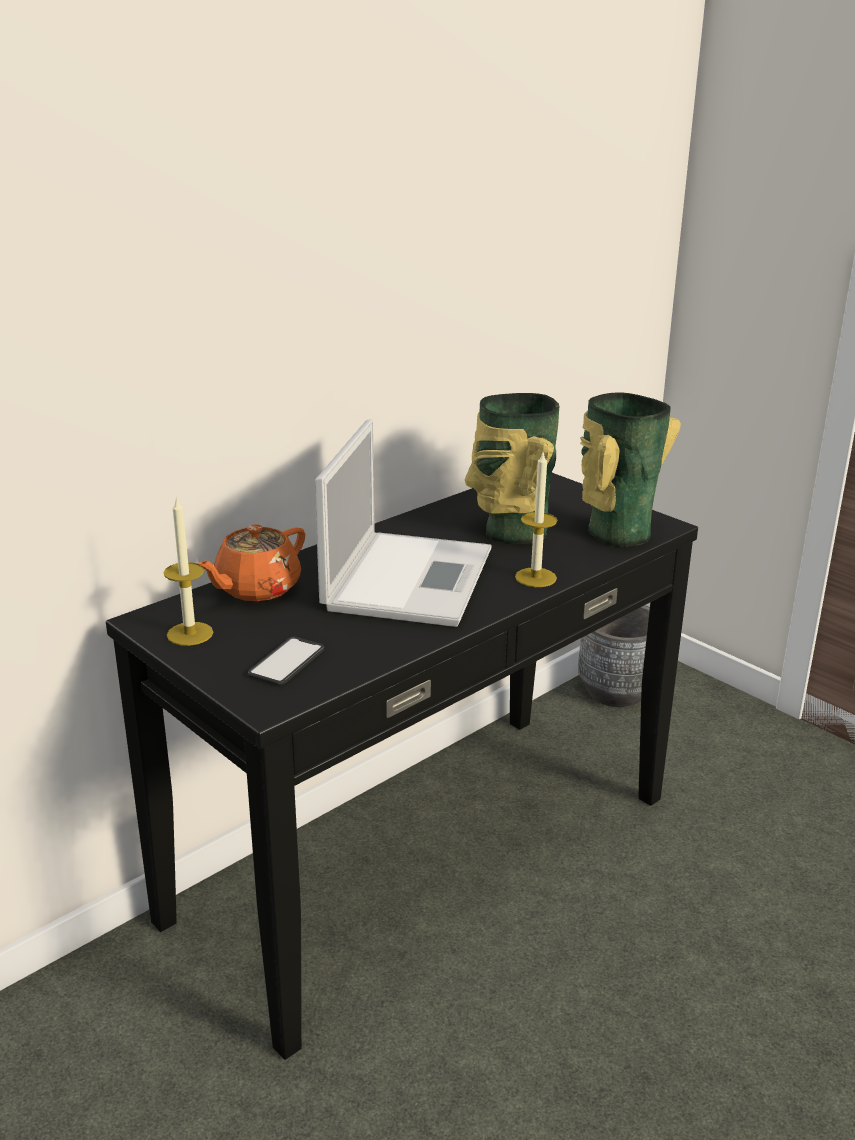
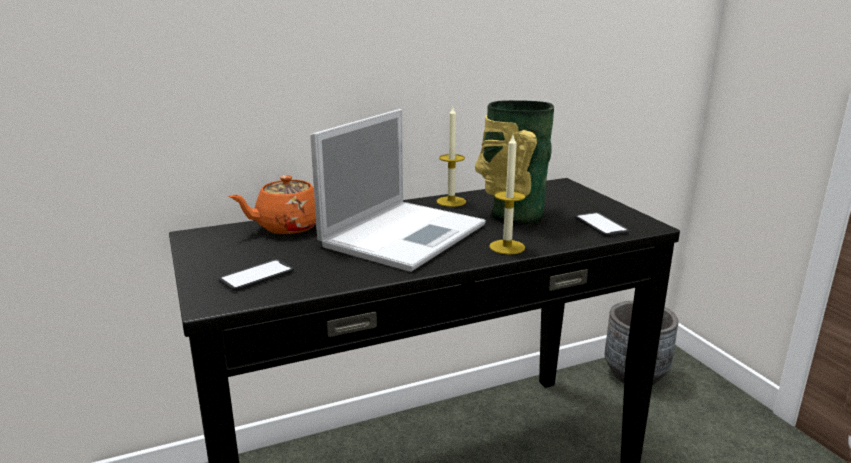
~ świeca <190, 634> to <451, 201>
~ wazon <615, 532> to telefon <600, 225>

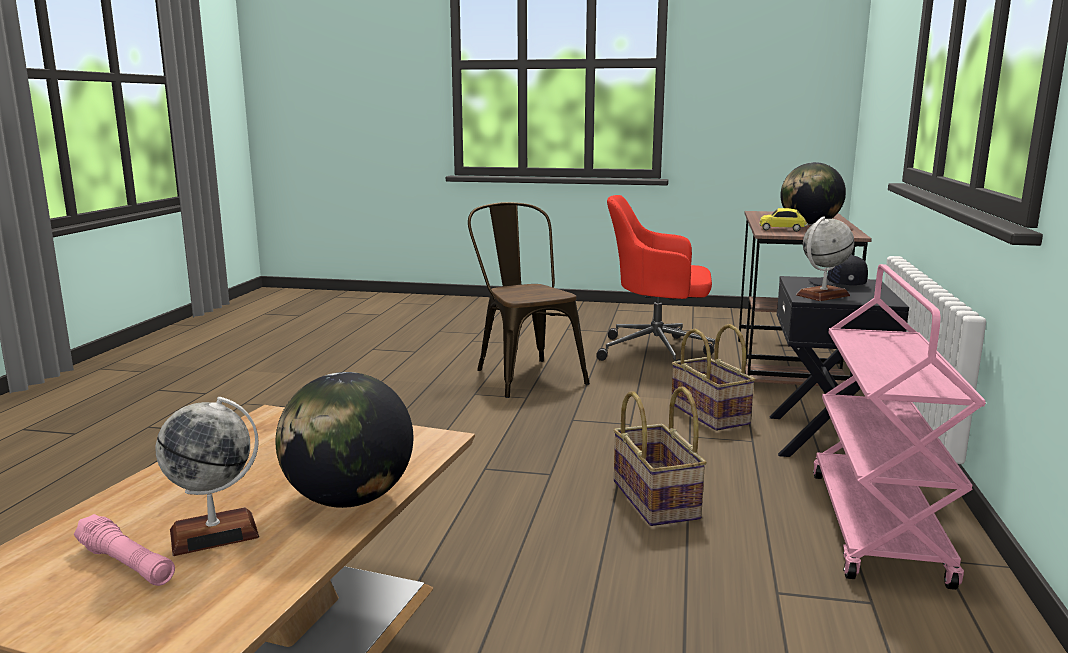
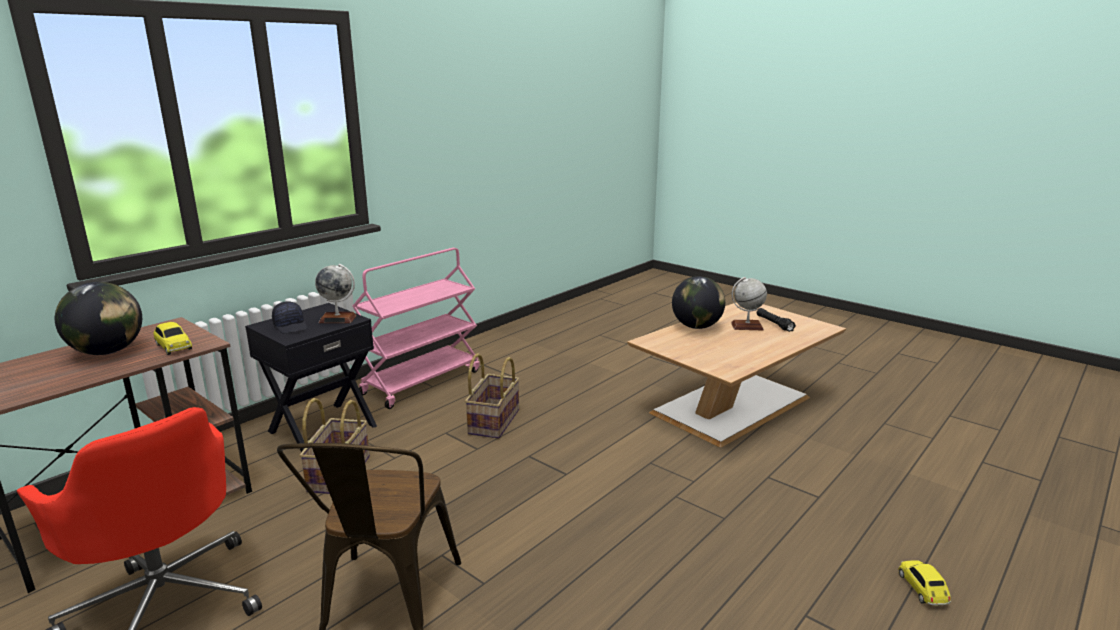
~ latarka/różowy <126, 564> to latarka/czarny <774, 324>
+ samochodzik <922, 590>

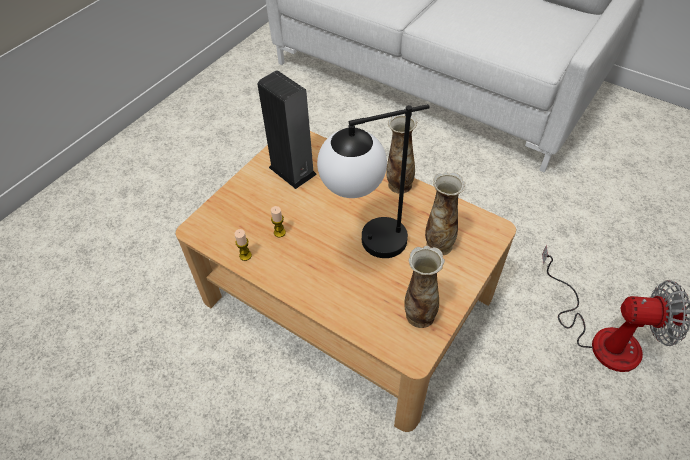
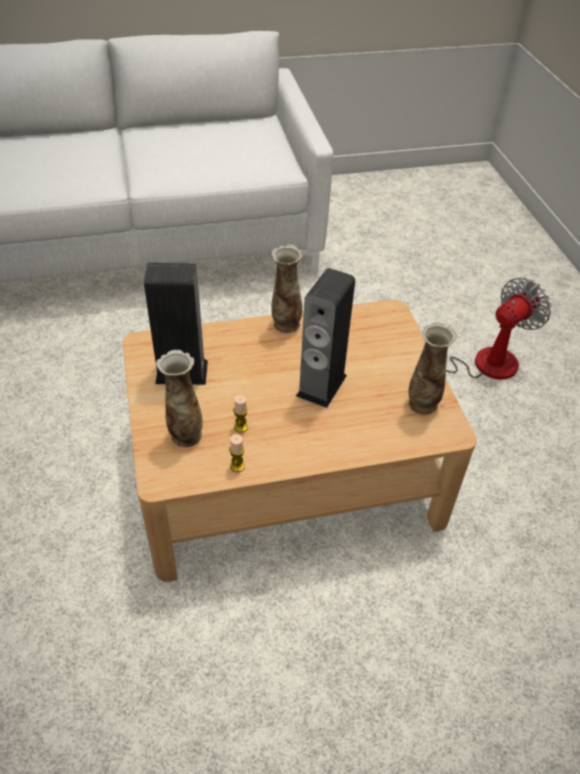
~ wazon <438, 244> to <185, 435>
~ lampa stołowa <366, 245> to głośnik <321, 385>

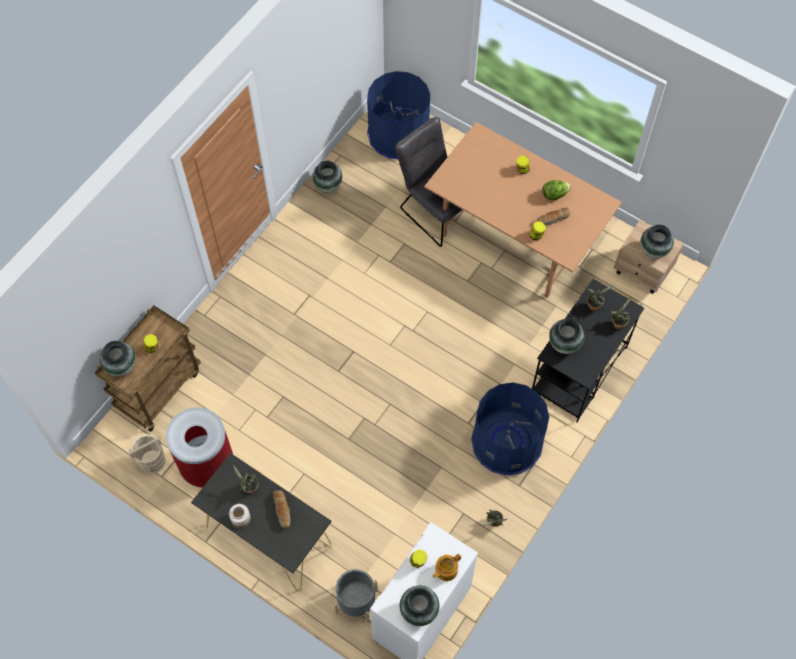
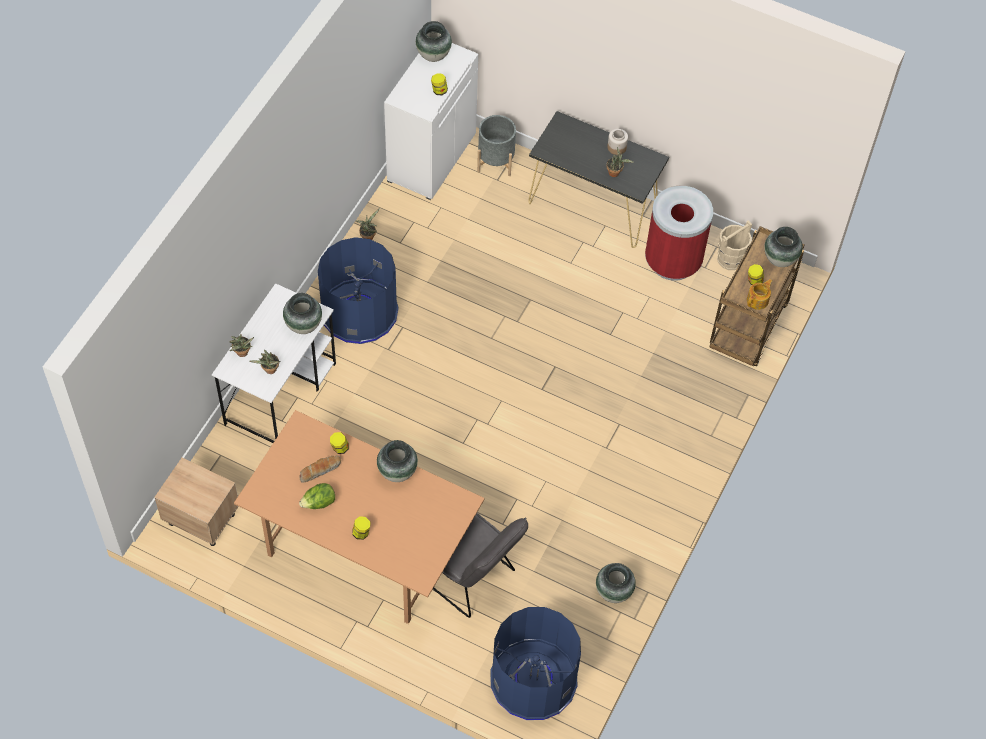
~ biurko/czarny <578, 371> to biurko/biały <281, 393>
~ wazon <653, 250> to <397, 472>
~ imbryk <445, 570> to <758, 300>
- chleb <282, 510>

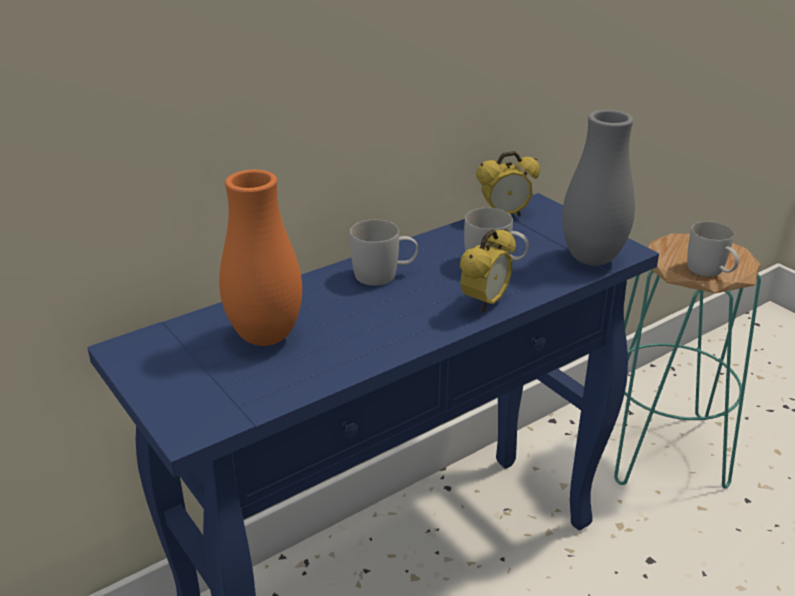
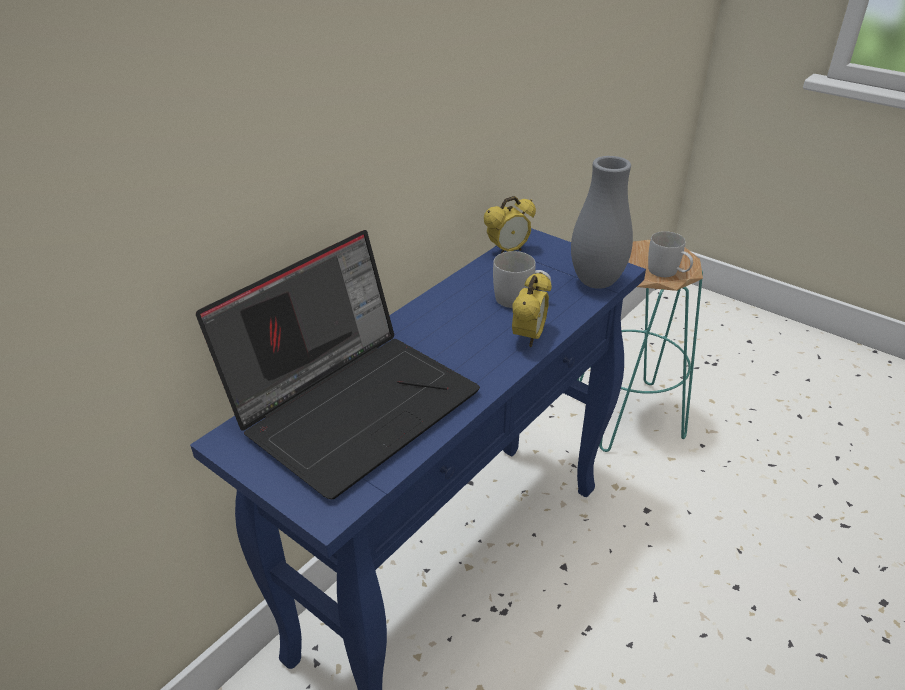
~ wazon/pomarańczowy <265, 336> to laptop <355, 403>
- kubek/biały <384, 275>

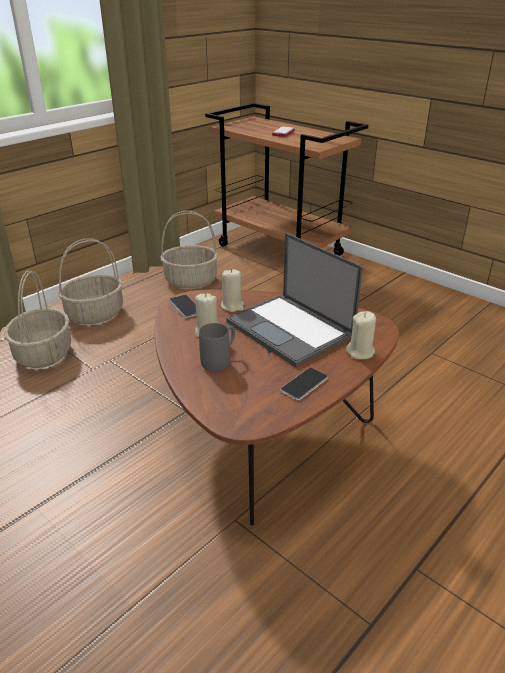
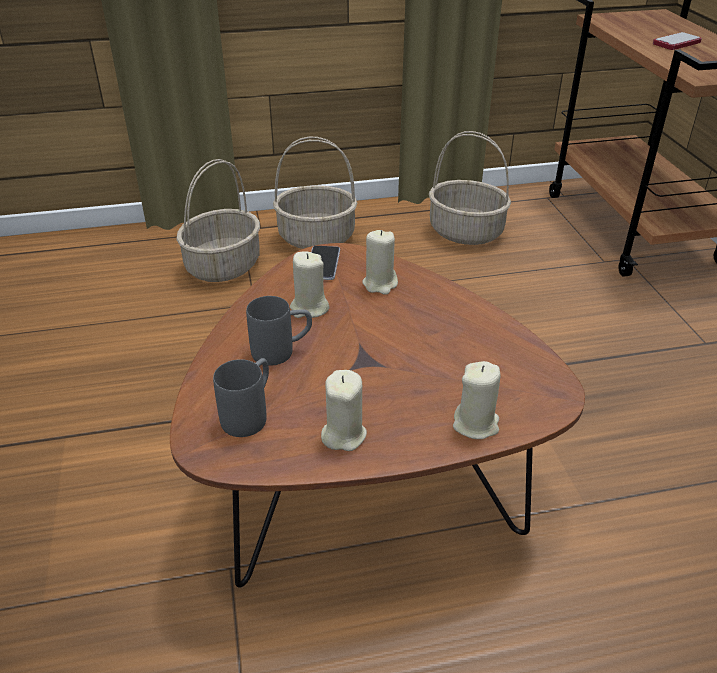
+ kubek/szary <250, 414>
~ telefon <304, 384> to świeca/beżowy <343, 435>
- laptop <291, 329>

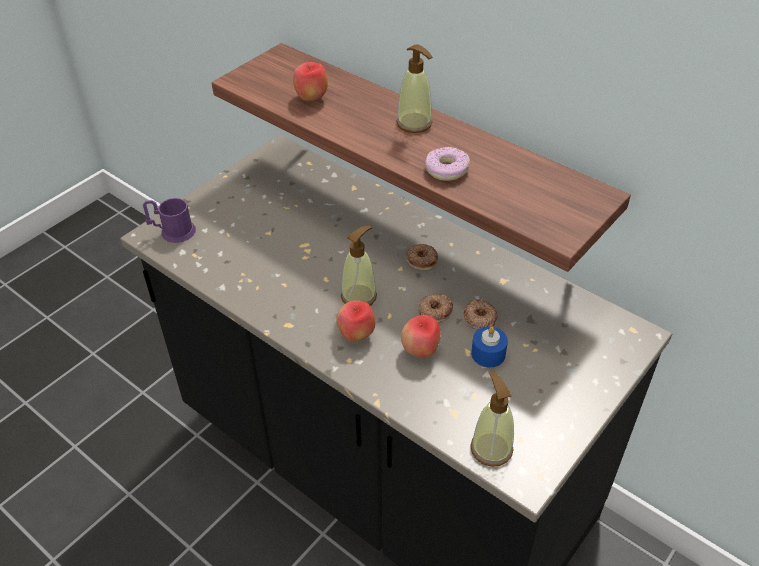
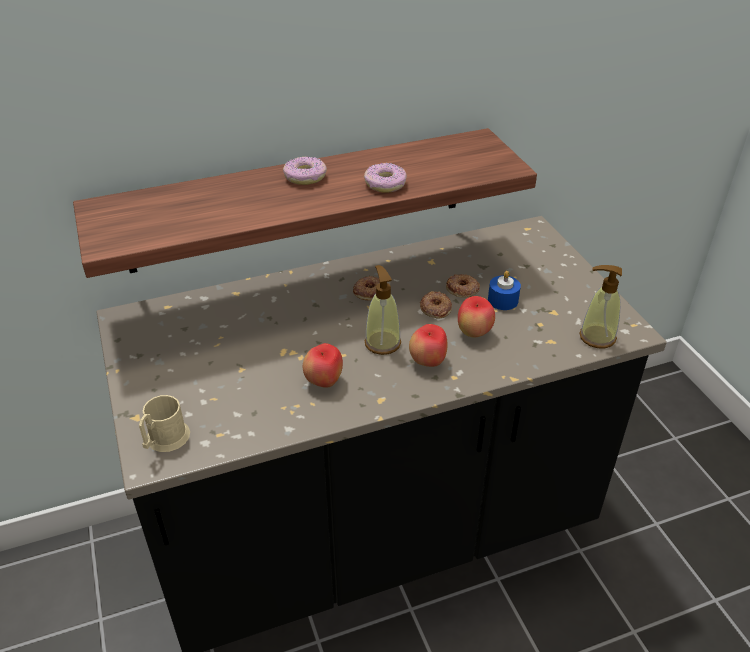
~ kubek/fioletowy <173, 232> to kubek/beżowy <164, 440>
~ dozownik mydła <414, 123> to donut <305, 176>
~ jabłko <311, 98> to <324, 382>

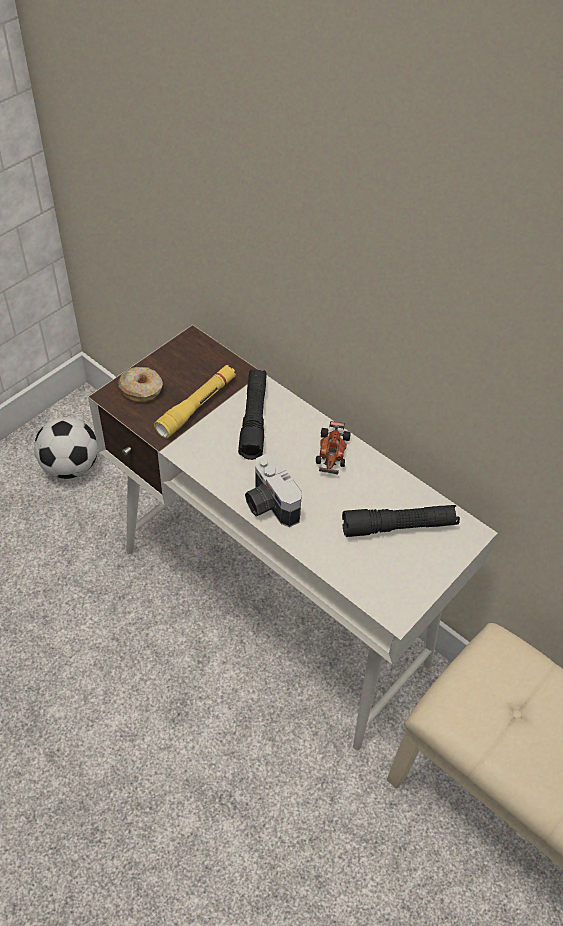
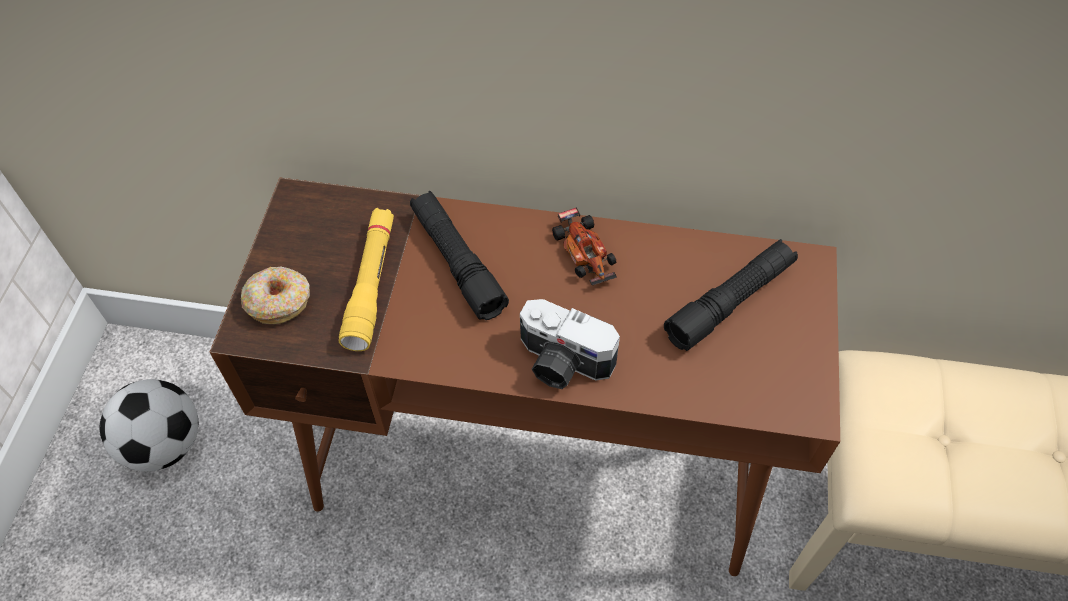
~ biurko/biały <274, 606> to biurko/brązowy <536, 468>

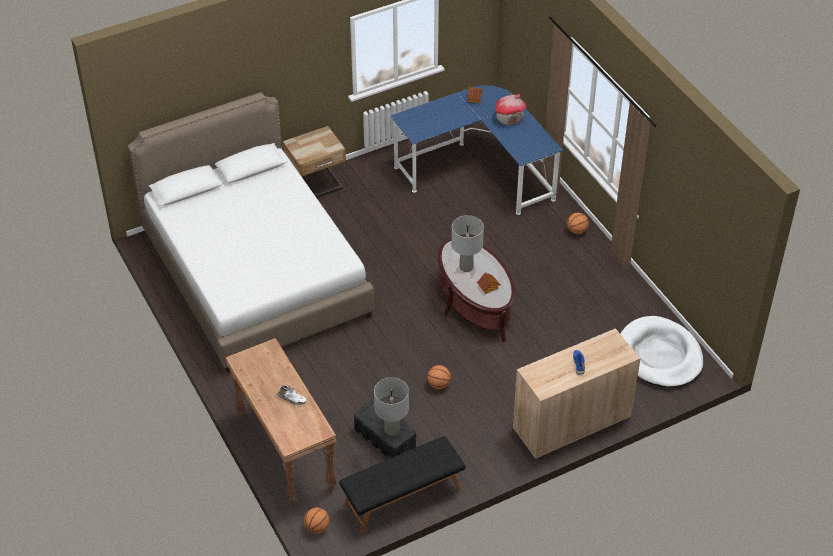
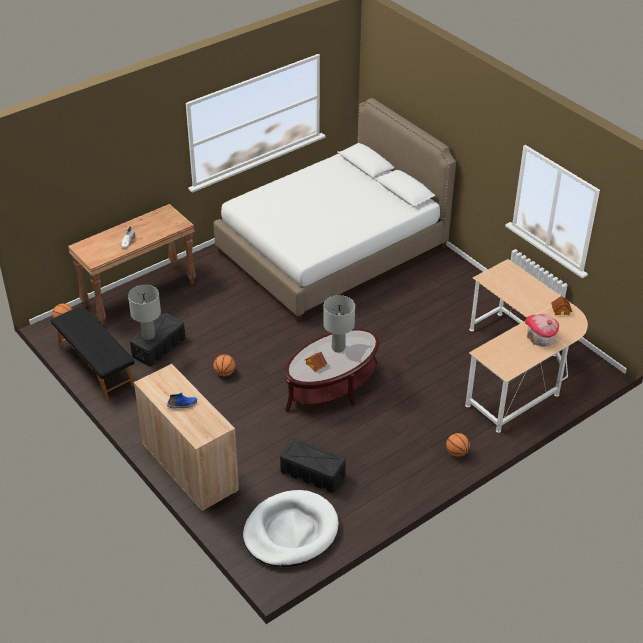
+ pojemnik do przechowywania/czarny <312, 473>
~ biurko/niebieski <478, 171> to biurko/beżowy <518, 370>
- szafka nocna/beżowy <316, 187>

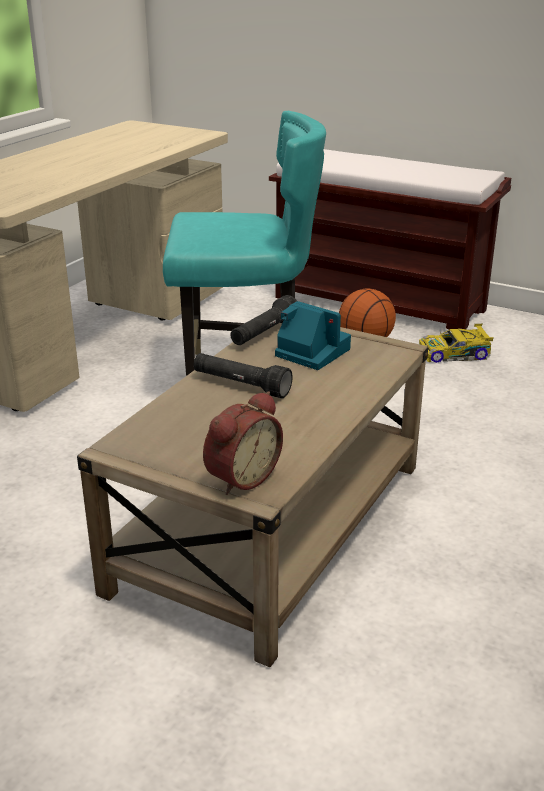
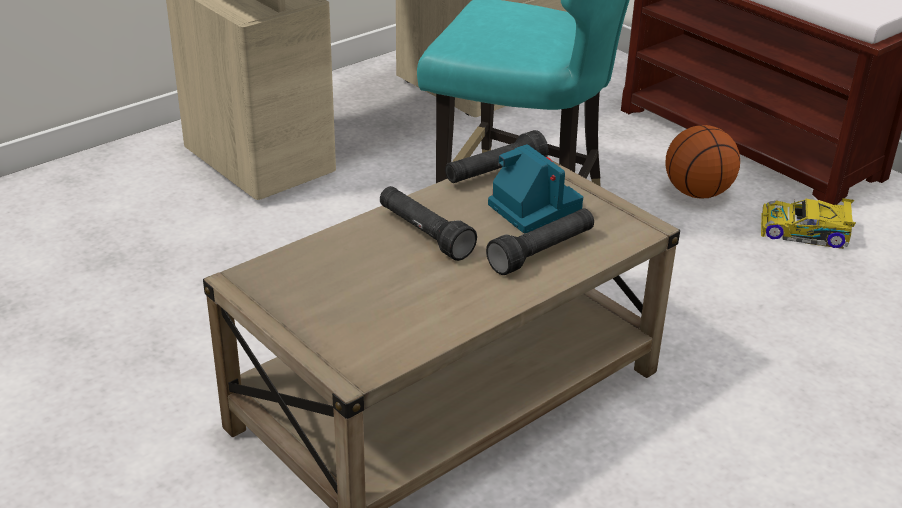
+ latarka/czarny <542, 252>
- budzik <240, 477>

